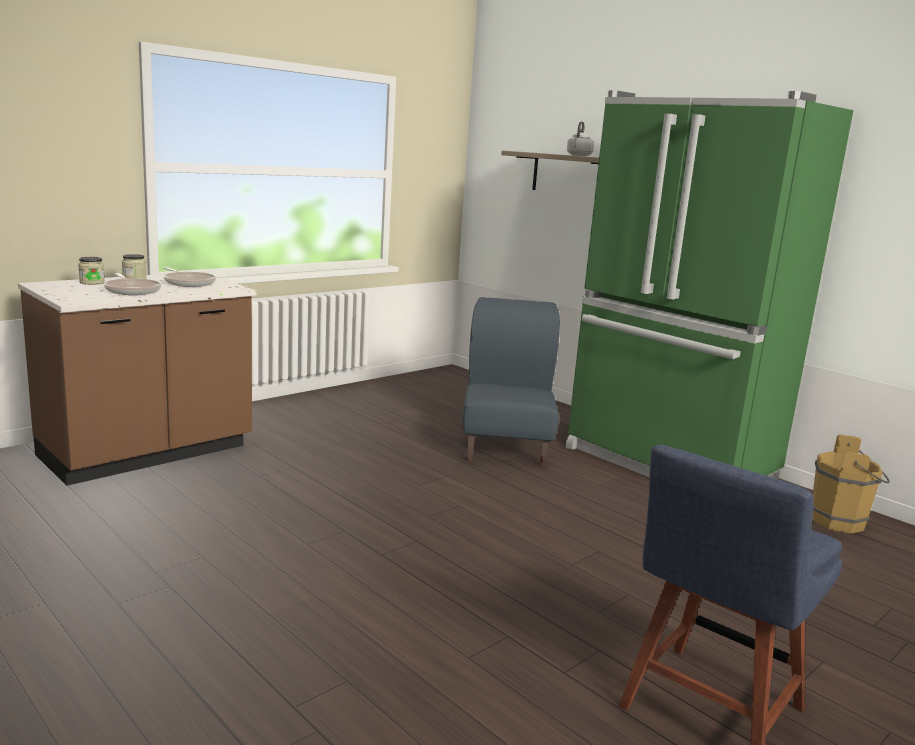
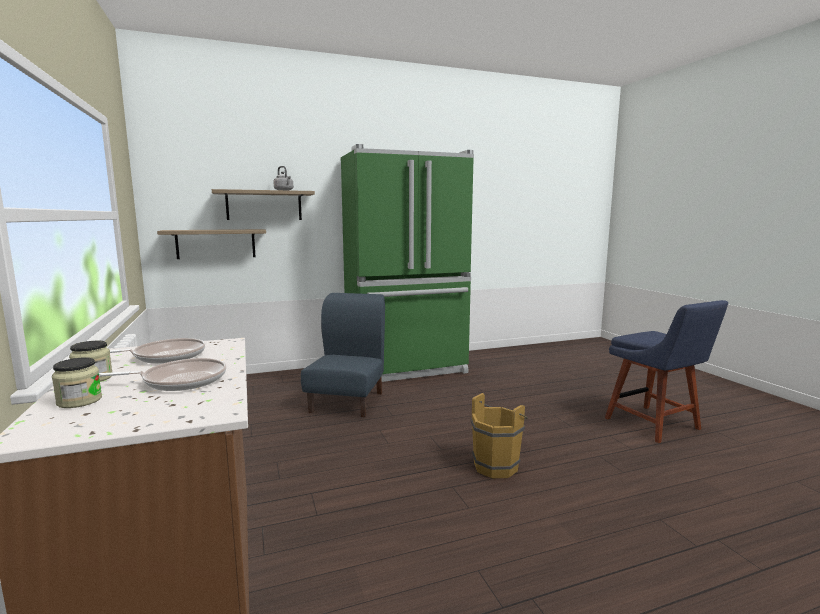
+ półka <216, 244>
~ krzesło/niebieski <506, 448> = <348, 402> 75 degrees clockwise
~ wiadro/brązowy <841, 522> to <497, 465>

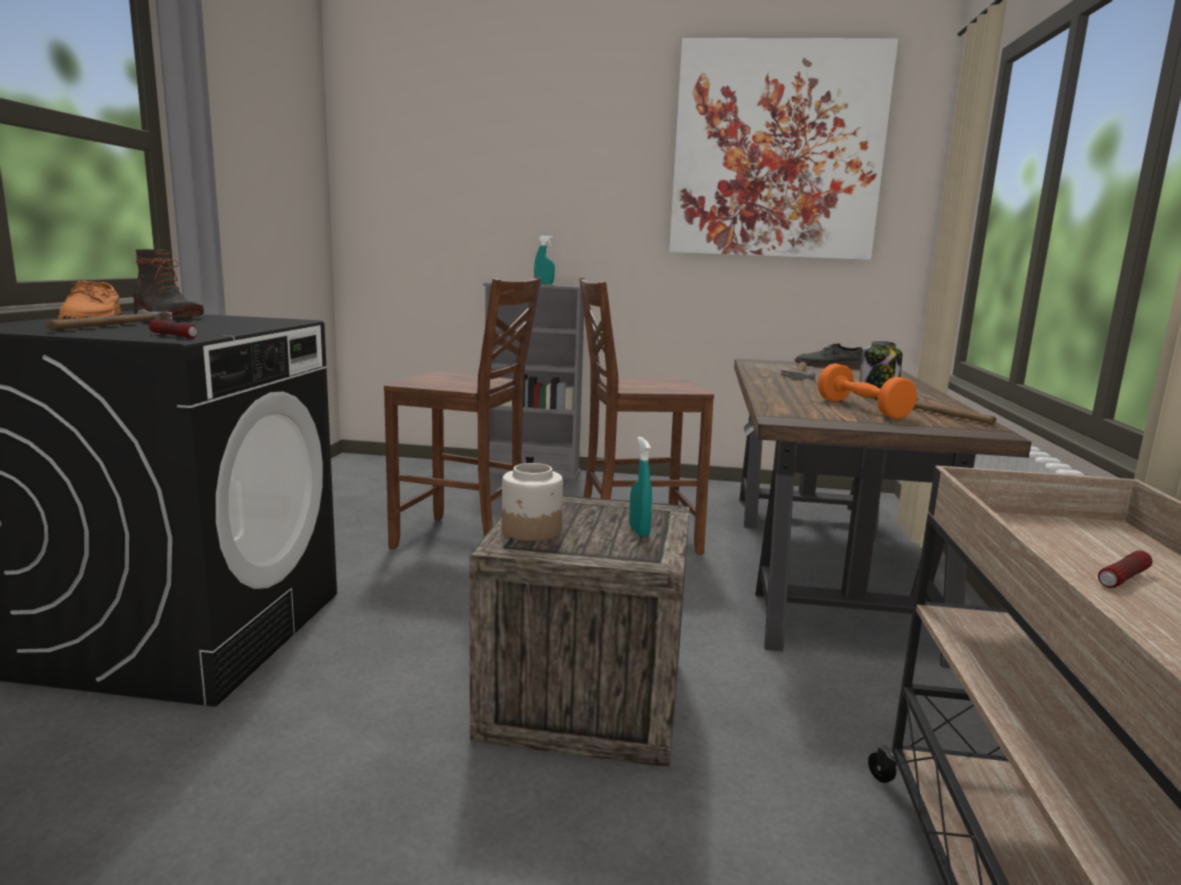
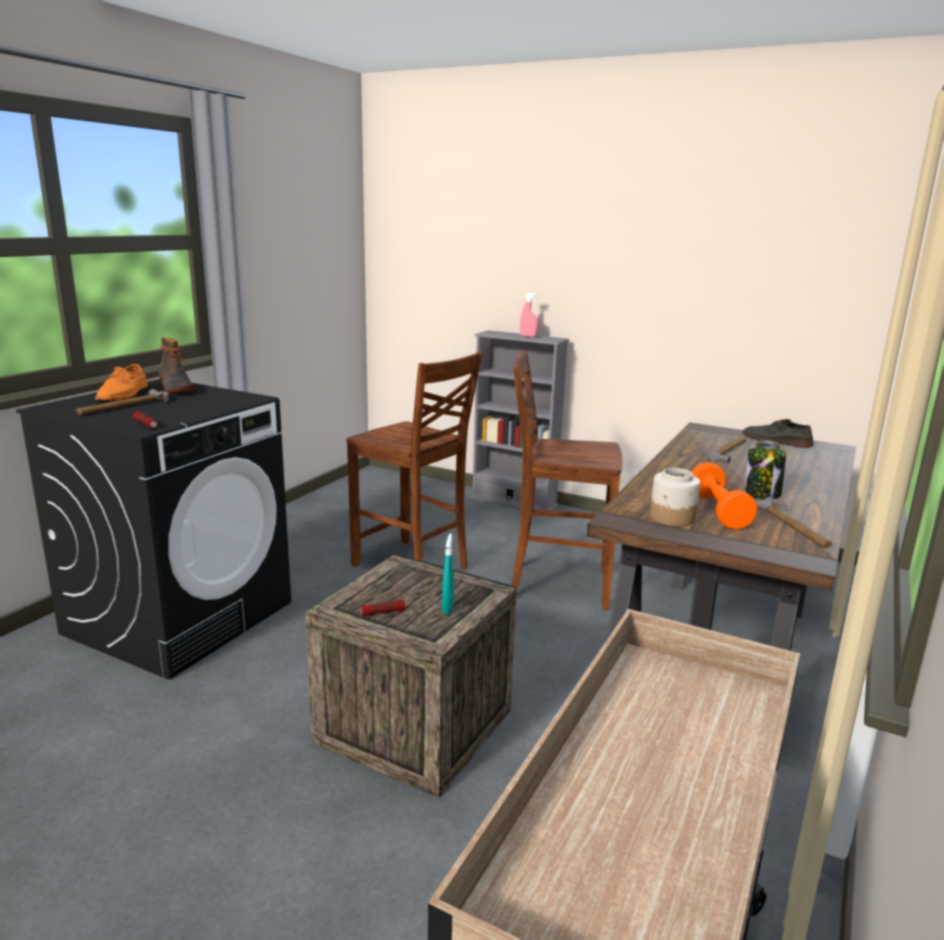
~ latarka <1123, 579> to <383, 613>
~ spryskiwacz/turkusowy <544, 284> to spryskiwacz/różowy <528, 336>
~ słoik <531, 531> to <672, 518>
- obraz <777, 151>

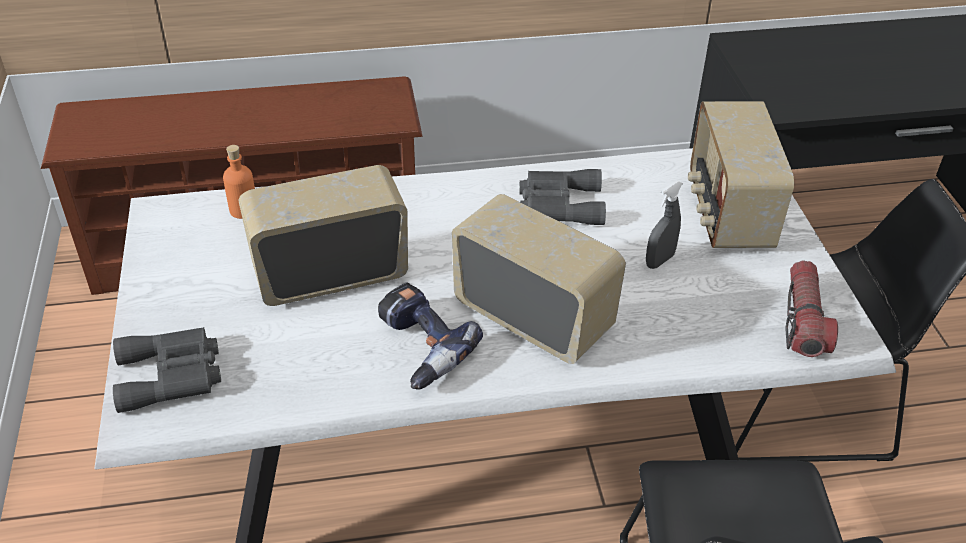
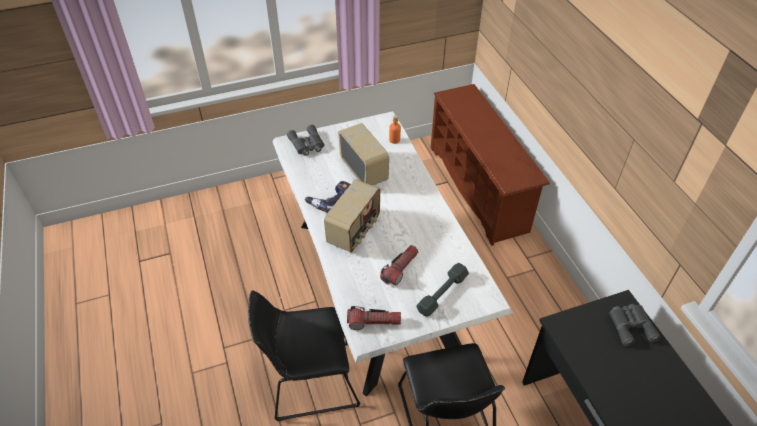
~ spryskiwacz/szary <659, 261> to latarka <400, 269>
~ radio <727, 213> to hantel/szary <442, 293>
~ lornetka/szary <558, 204> to <630, 325>

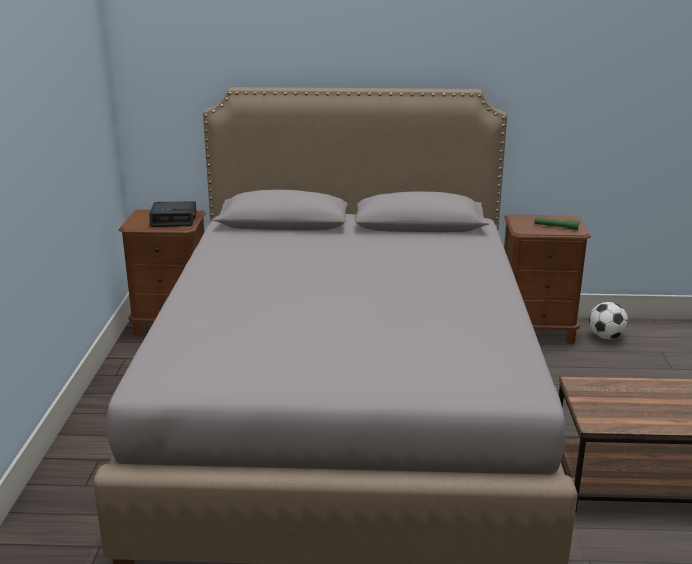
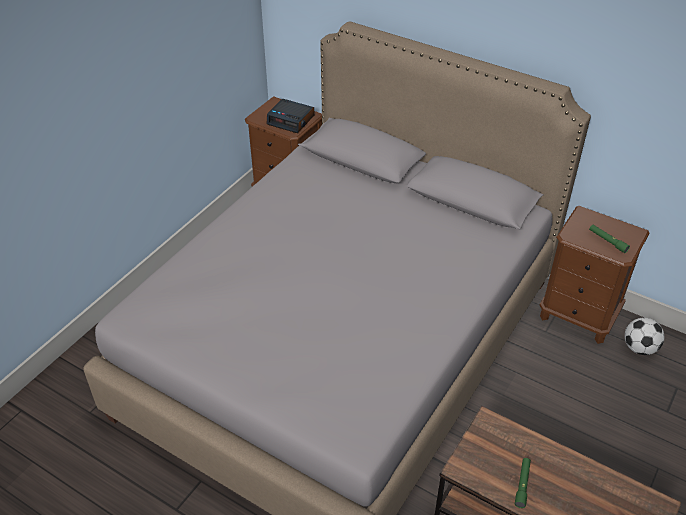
+ latarka/zielony <522, 484>

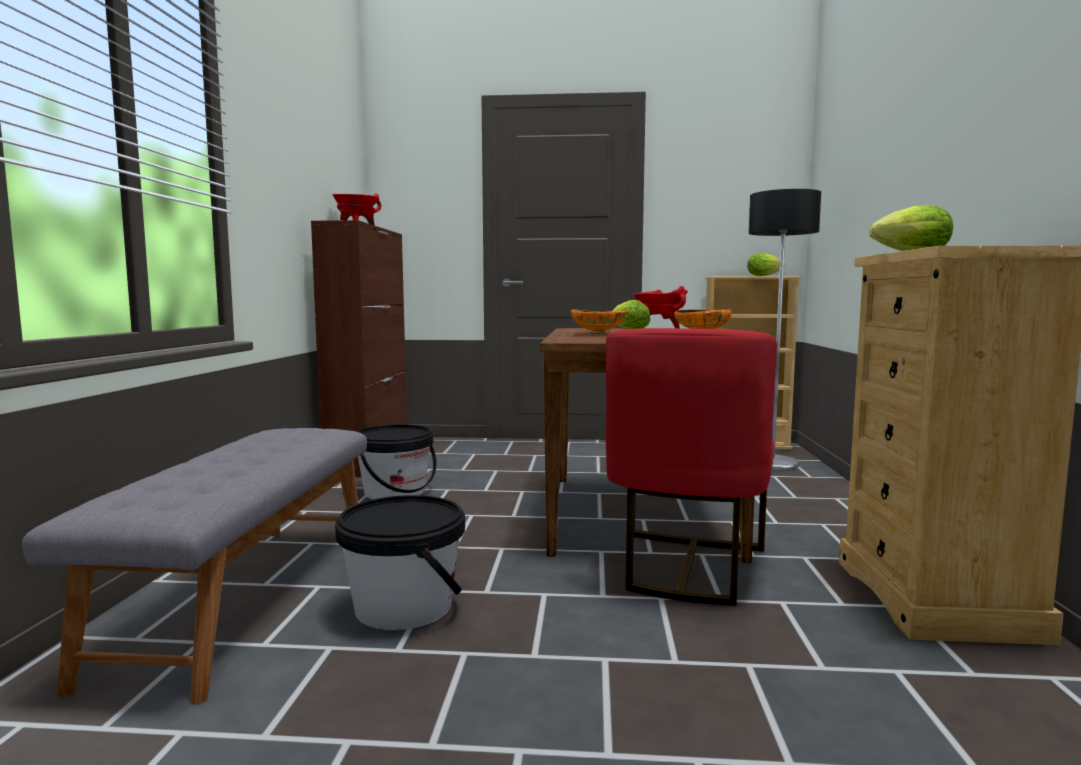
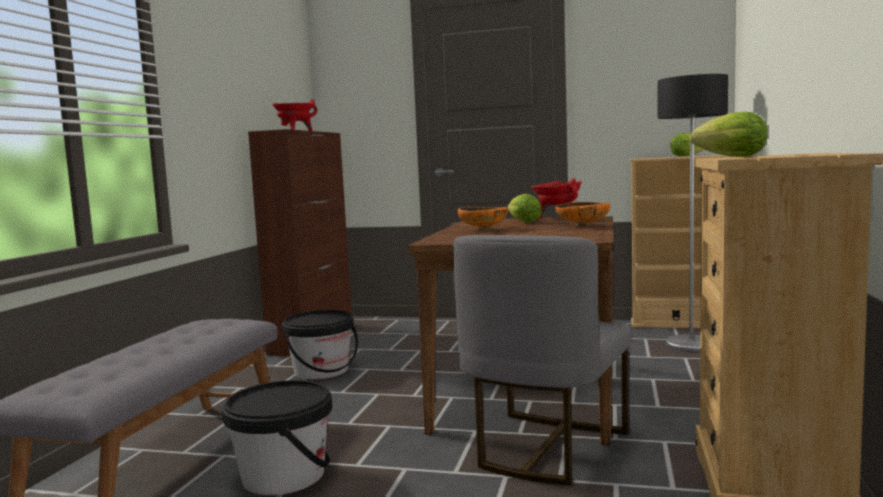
~ krzesło/czerwony <686, 567> to krzesło/szary <545, 448>

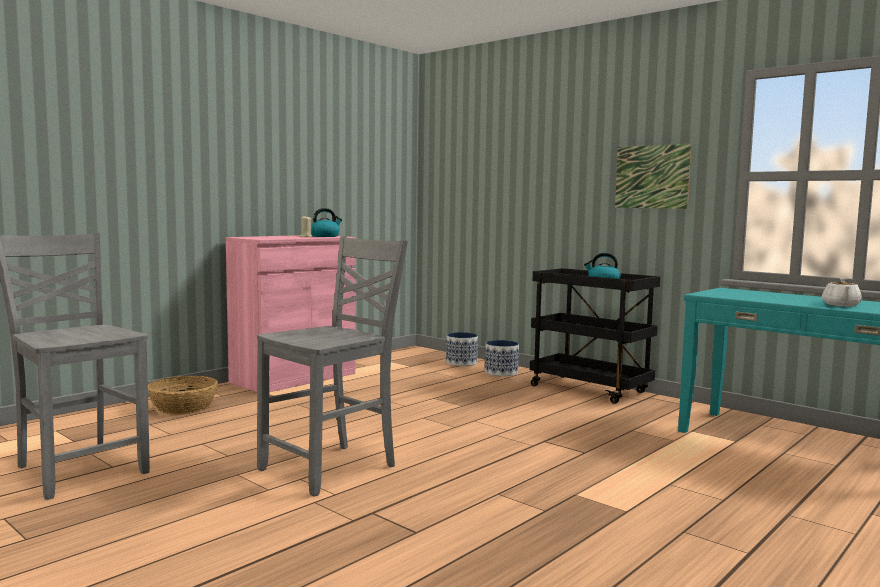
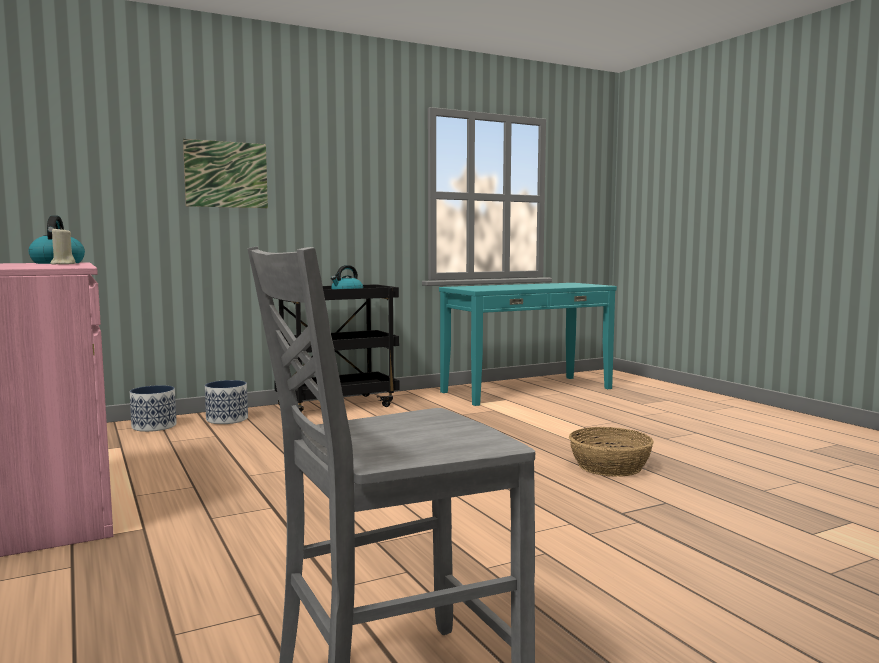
~ obraz <652, 177> to <226, 174>
~ koszyk <184, 407> to <610, 466>
- krzesło/szary <331, 468>
- imbryk/biały <840, 305>

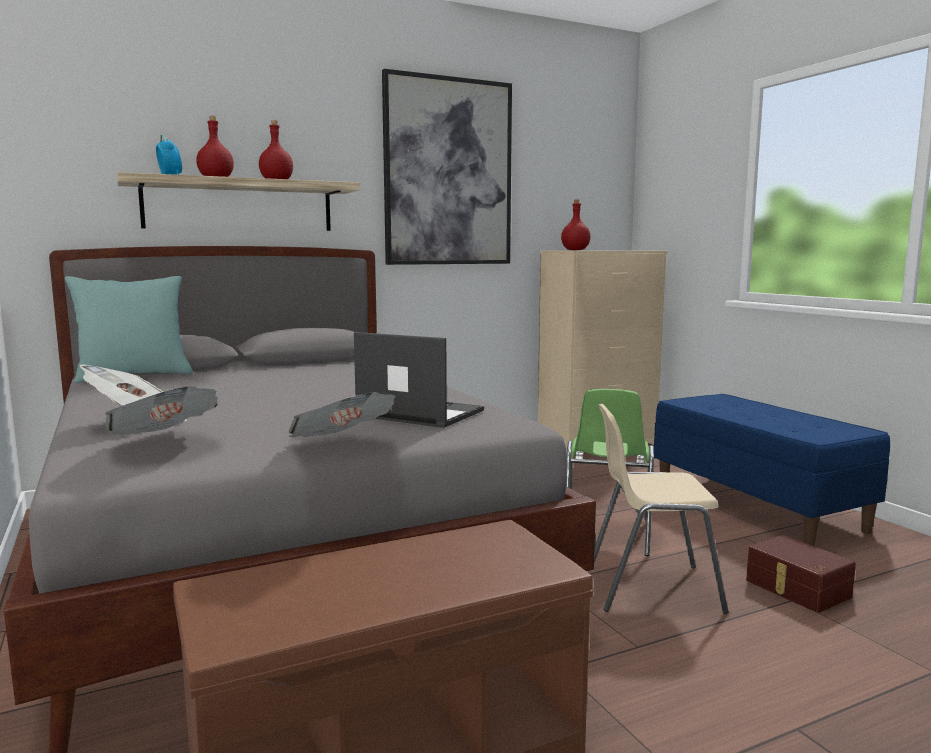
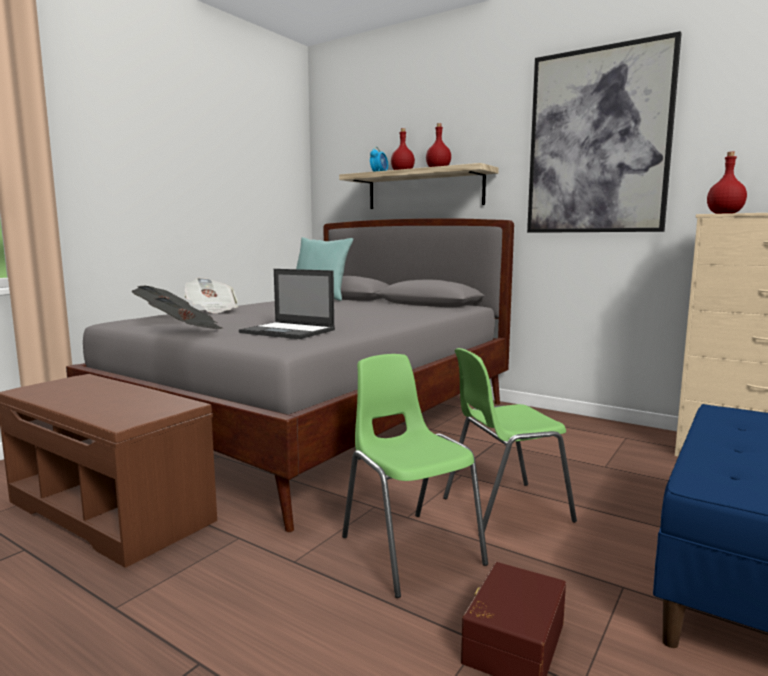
~ laptop <418, 413> = <289, 331> 120 degrees clockwise
~ krzesło/beżowy <650, 588> to krzesło/zielony <410, 550>

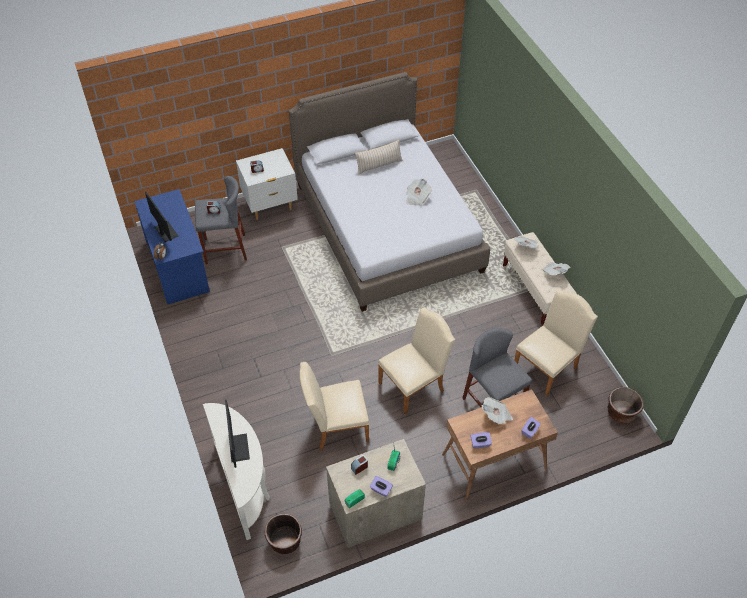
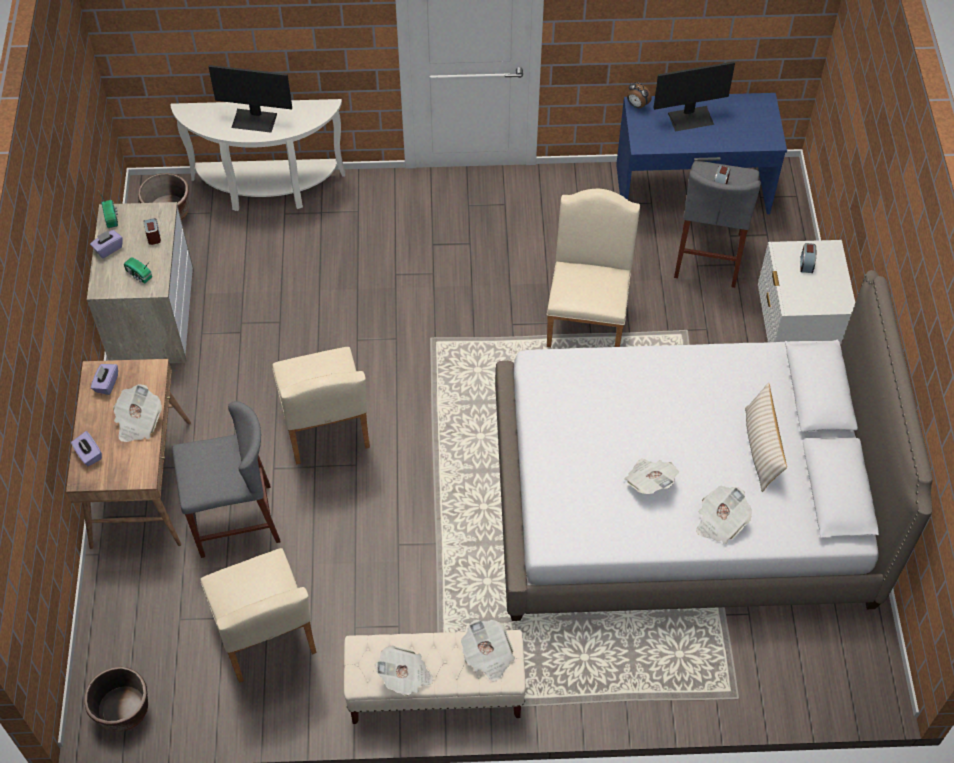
~ krzesło/beżowy <335, 426> to <587, 315>
+ gazeta <720, 522>

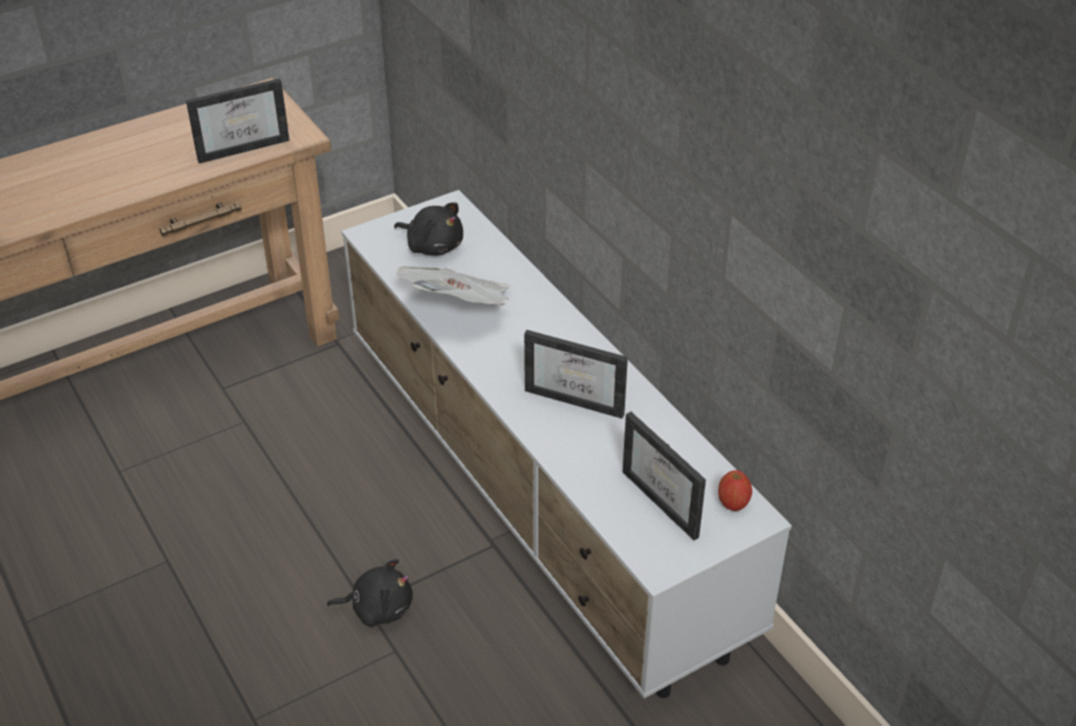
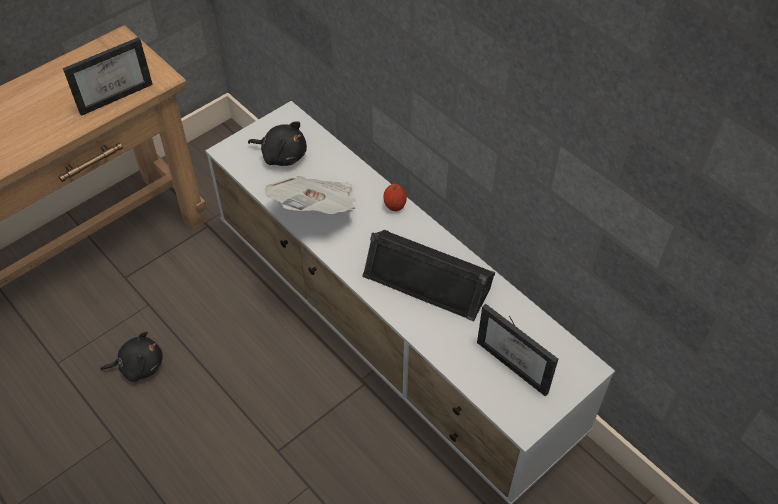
~ pluszak/czarny <378, 608> to <139, 366>
~ ramka na zdjęcie <579, 396> to głośnik/czarny <428, 278>
~ jabłko <733, 503> to <394, 206>

